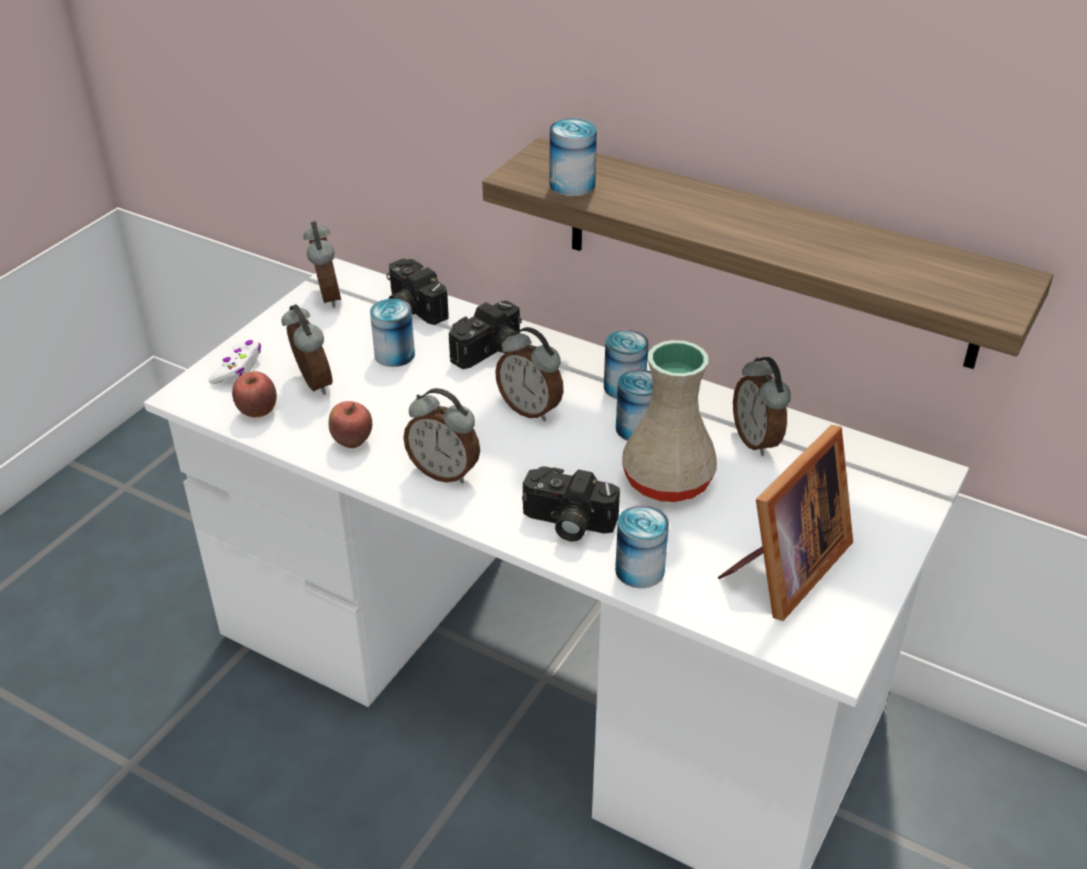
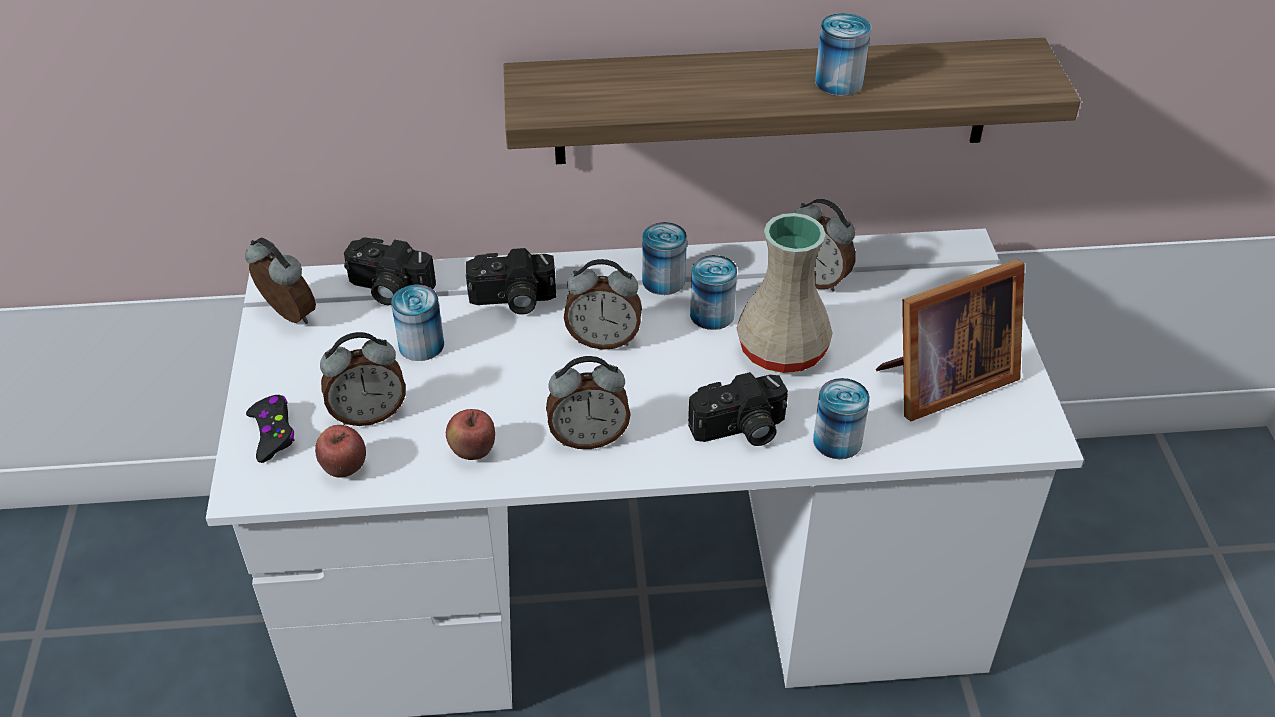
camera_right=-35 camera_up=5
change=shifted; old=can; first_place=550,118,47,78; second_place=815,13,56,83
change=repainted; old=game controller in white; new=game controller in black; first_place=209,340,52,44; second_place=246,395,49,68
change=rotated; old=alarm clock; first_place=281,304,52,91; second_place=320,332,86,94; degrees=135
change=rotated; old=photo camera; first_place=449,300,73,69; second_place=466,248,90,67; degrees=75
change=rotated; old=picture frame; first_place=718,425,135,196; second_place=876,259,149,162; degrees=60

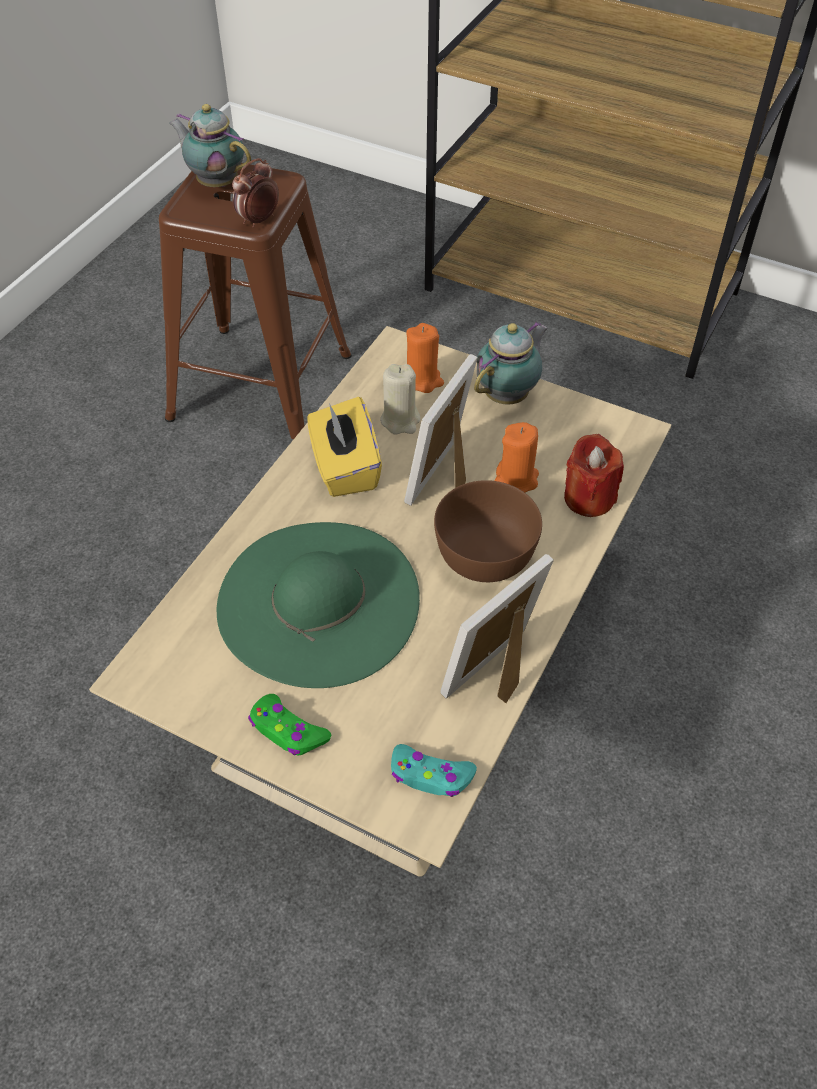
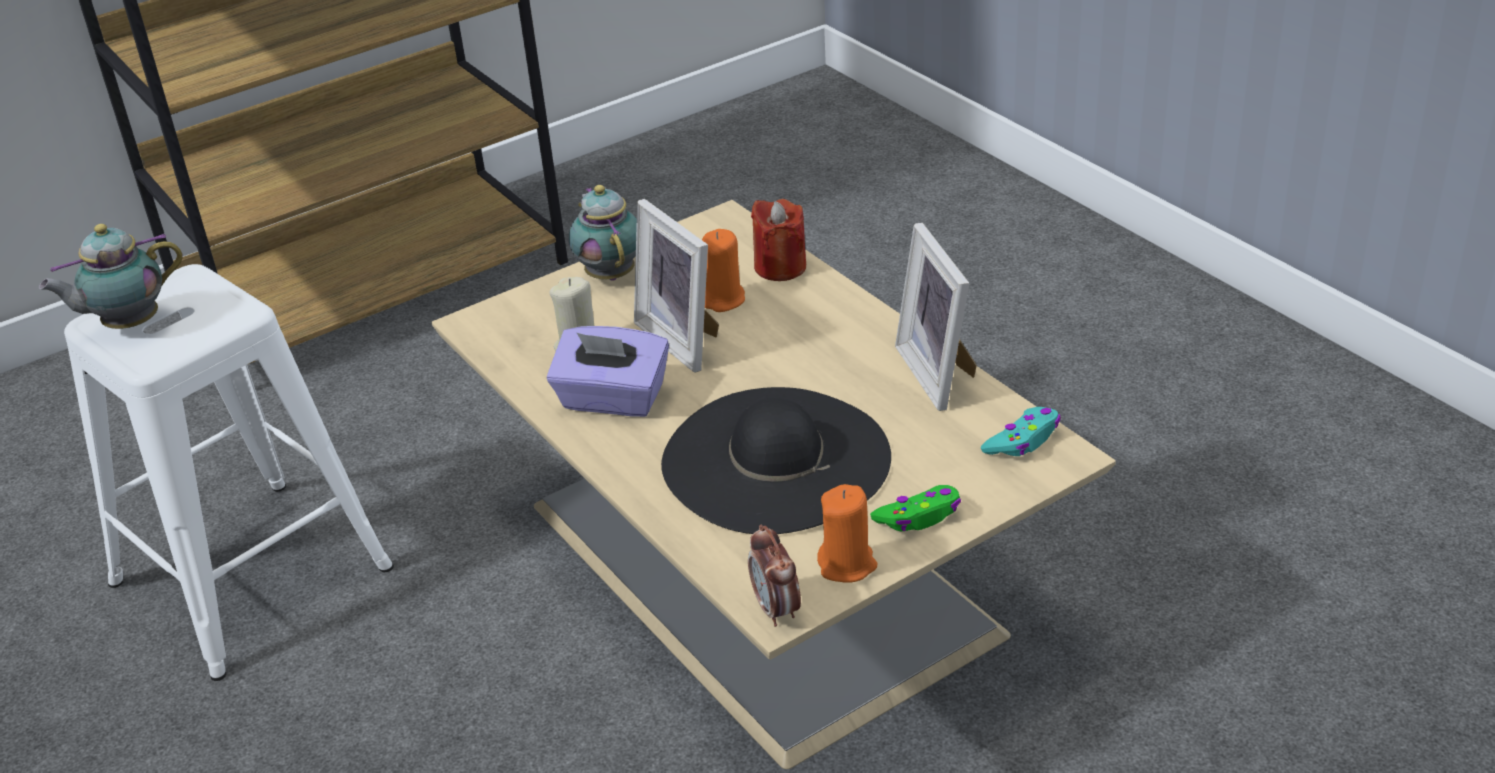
camera_right=-60 camera_up=-15
change=gone; old=bowl in brown; first_place=434,480,108,102
change=shifted; old=alarm clock; first_place=232,158,47,70; second_place=748,524,53,103
change=shifted; old=candle in orange; first_place=406,323,38,70; second_place=817,484,60,99
change=repainted; old=stool in brown; new=stool in white; first_place=159,163,193,276; second_place=64,264,330,417
change=repainted; old=hat in green; new=hat in black; first_place=217,522,203,166; second_place=661,387,230,147
change=repainted; old=tissue box in yellow; new=tissue box in purple; first_place=307,397,75,100; second_place=547,326,122,91

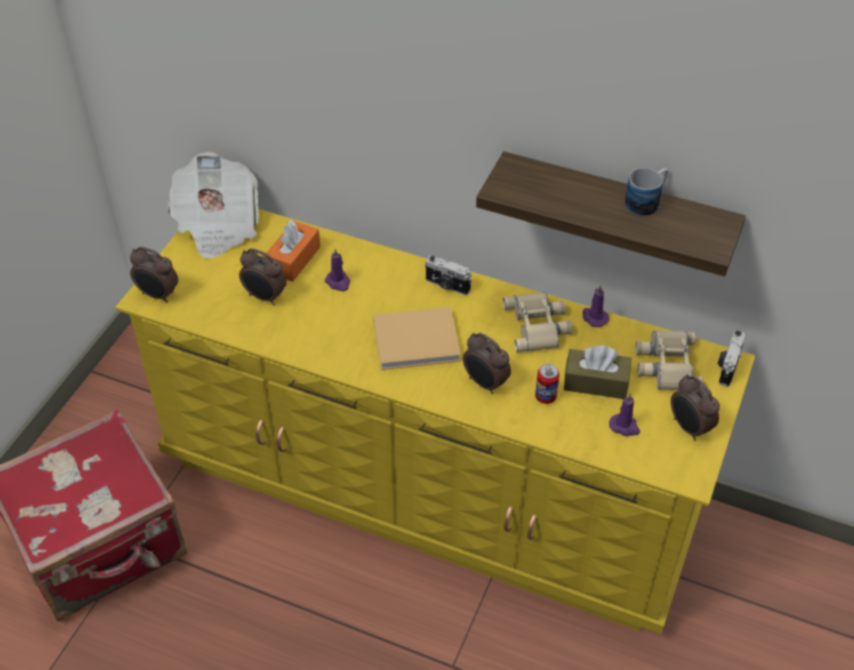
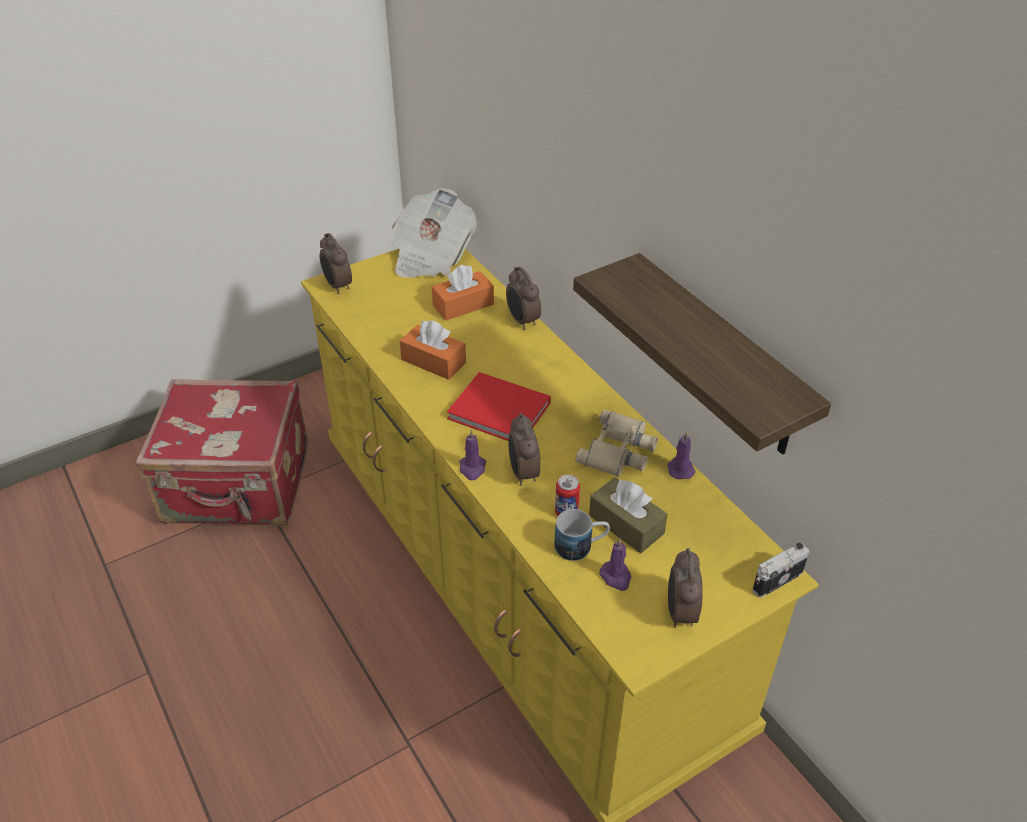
camera_right=35 camera_up=-5
change=gone; old=photo camera; first_place=425,255,47,40
change=gone; old=binoculars in beige; first_place=635,330,68,60
change=new; new=tissue box in orange; second_place=400,320,66,60
change=shifted; old=alarm clock; first_place=239,248,48,57; second_place=506,267,35,63
change=shifted; old=candle in purple; first_place=325,248,25,44; second_place=460,430,26,50
change=shifted; old=mug; first_place=625,168,43,48; second_place=555,509,55,52
change=repainted; old=book in beige; new=book in red; first_place=373,307,88,63; second_place=447,372,104,69

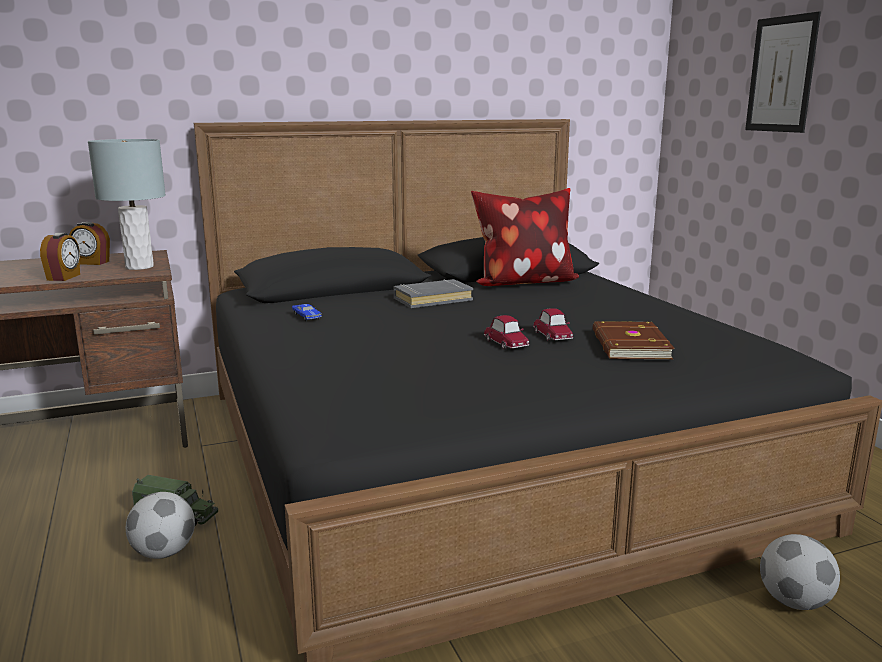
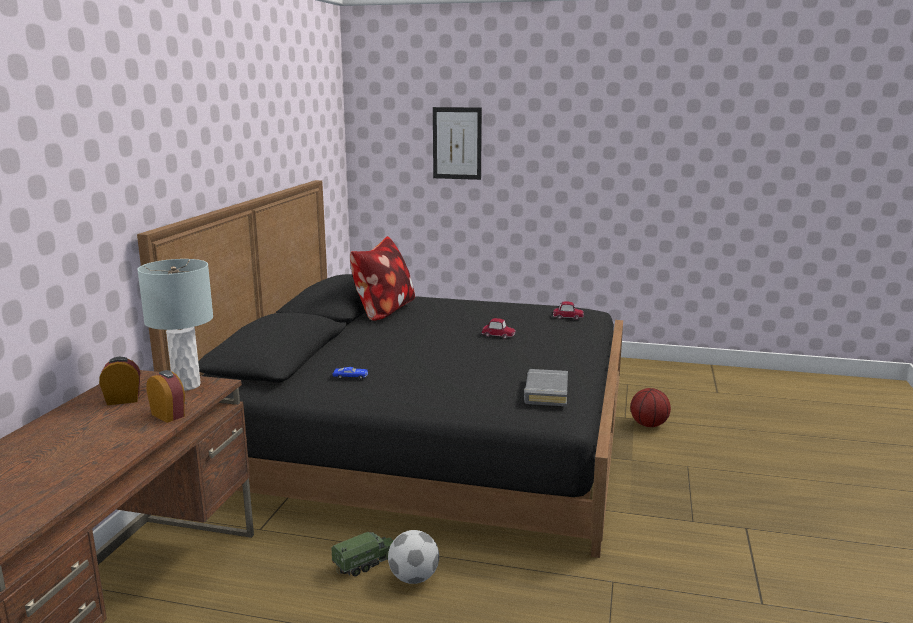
camera_right=-55 camera_up=0
change=gone; old=book in brown; first_place=593,321,81,38
change=shifted; old=book in grey; first_place=394,279,79,29; second_place=524,369,44,37
change=shifted; old=toy car; first_place=484,315,45,35; second_place=553,301,31,19
change=swapped; old=football; new=basketball; first_place=760,534,80,76; second_place=630,388,41,39
change=rotated; old=alarm clock; first_place=69,222,41,43; second_place=99,357,42,48; degrees=-150

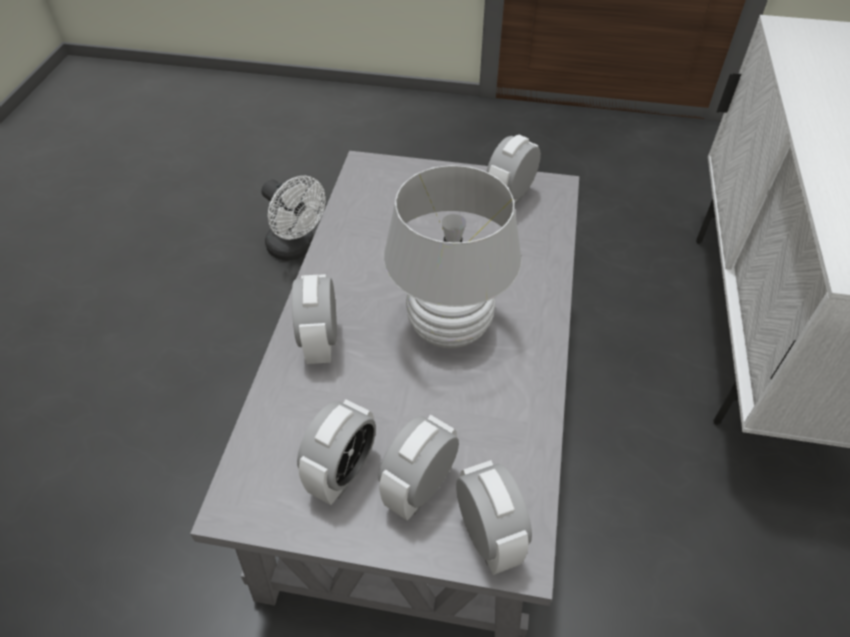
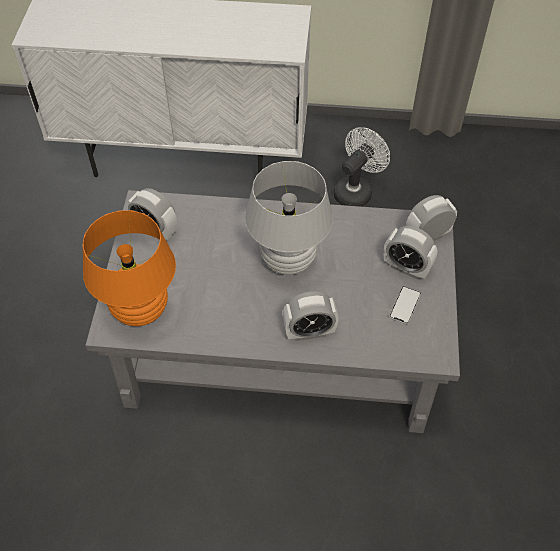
camera_right=-95 camera_up=5
change=new; new=table lamp in orange; second_place=82,210,94,116
change=shifted; old=fan in white; first_place=262,176,64,85; second_place=334,127,56,80
change=swapped; old=alarm clock; new=phone; first_place=297,399,79,106; second_place=389,286,32,38

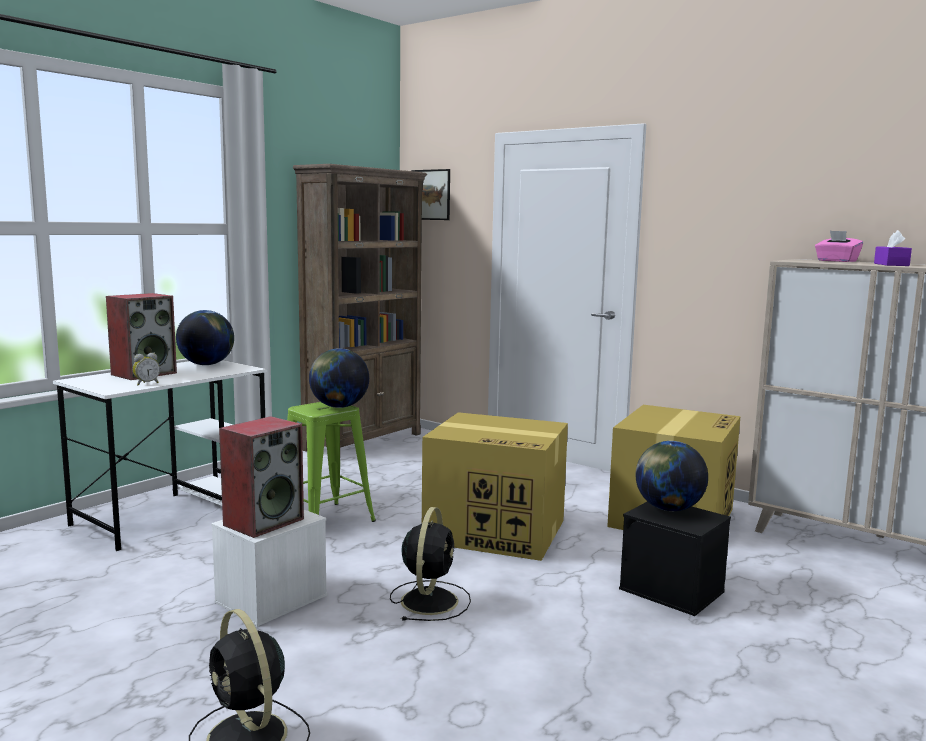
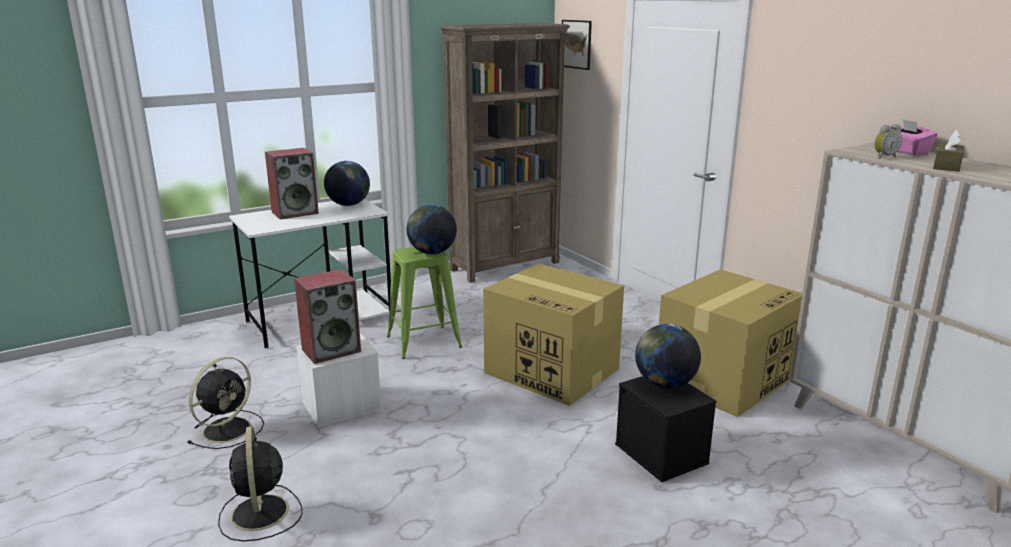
camera_right=20 camera_up=10
change=shifted; old=alarm clock; first_place=133,353,27,33; second_place=874,124,28,35
change=shifted; old=fan in black; first_place=390,507,81,114; second_place=188,357,76,92
change=repainted; old=tissue box in purple; new=tissue box in brown; first_place=874,230,38,36; second_place=933,130,31,42

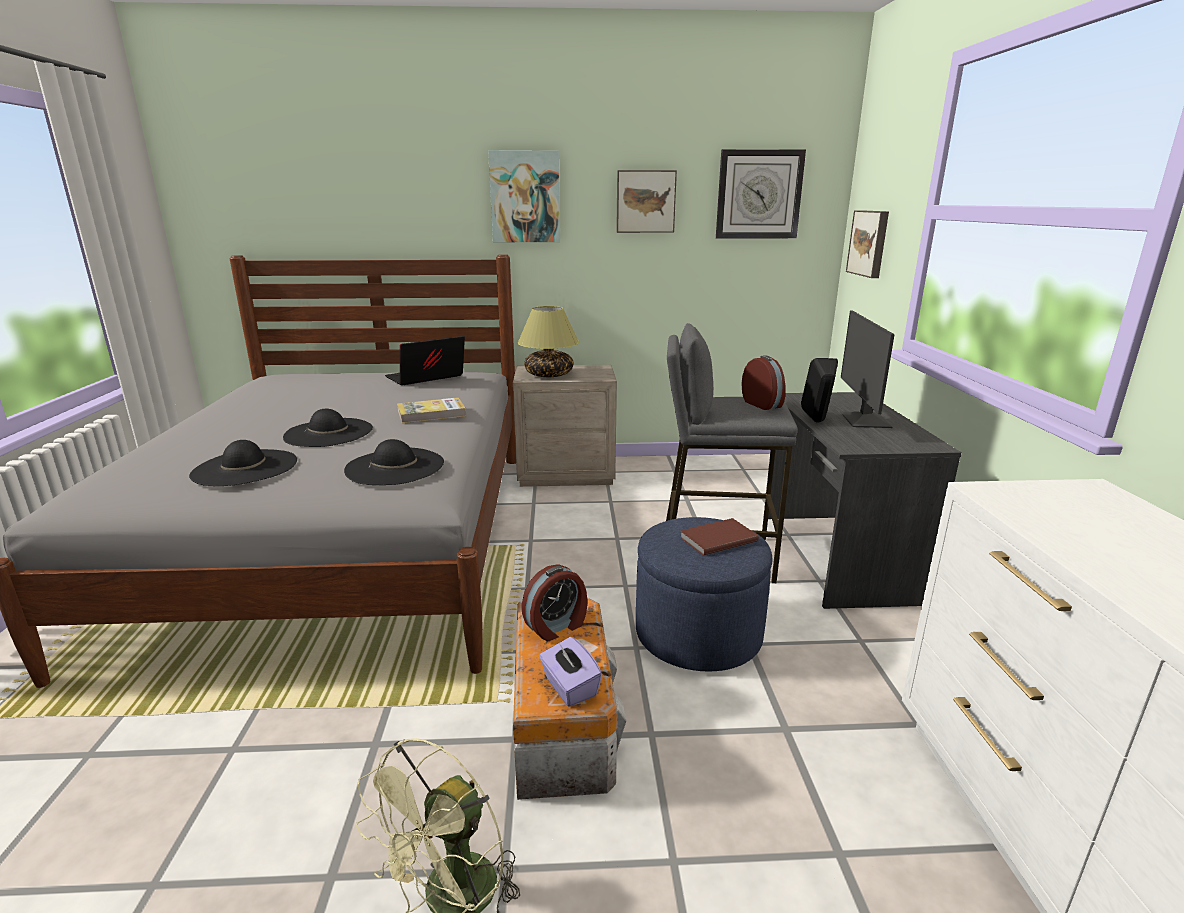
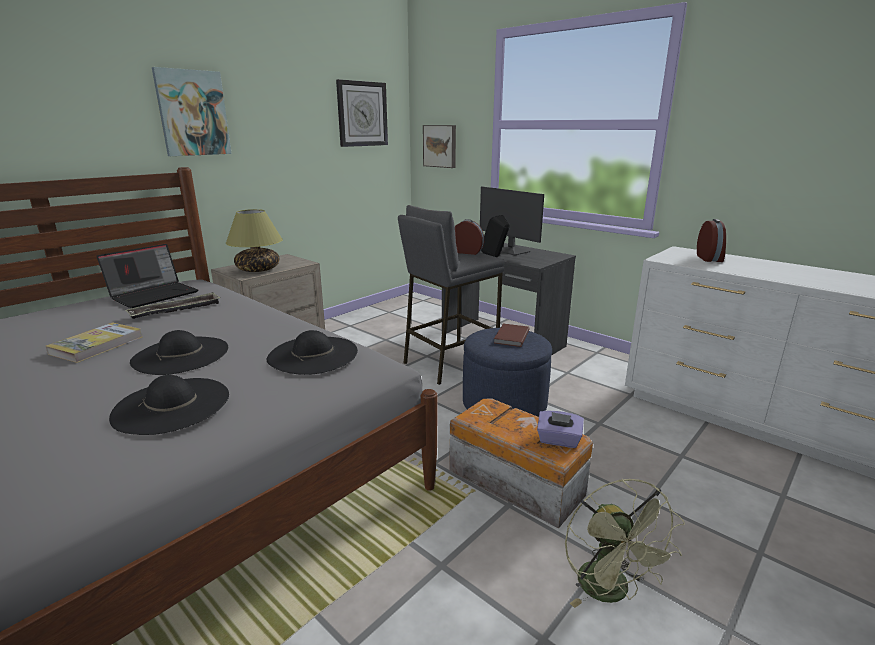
camera_right=-45 camera_up=0
change=gone; old=picture; first_place=616,170,61,63
change=new; new=tray; second_place=125,292,96,27
change=shifted; old=book; first_place=397,397,69,26; second_place=46,323,96,40
change=shifted; old=alarm clock; first_place=522,564,66,77; second_place=697,219,29,43
change=rotated; old=laptop; first_place=385,336,80,49; second_place=96,244,102,64; degrees=-150

